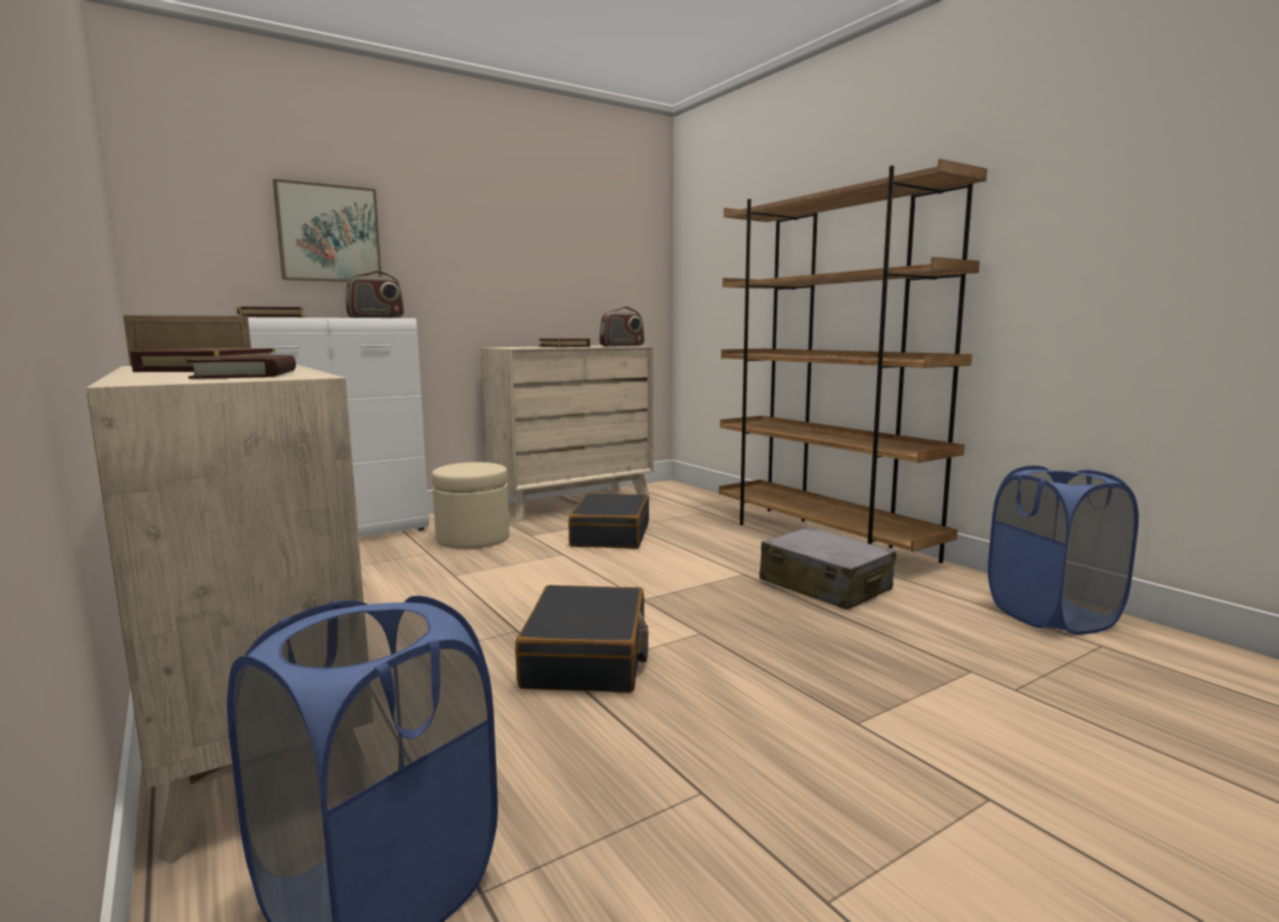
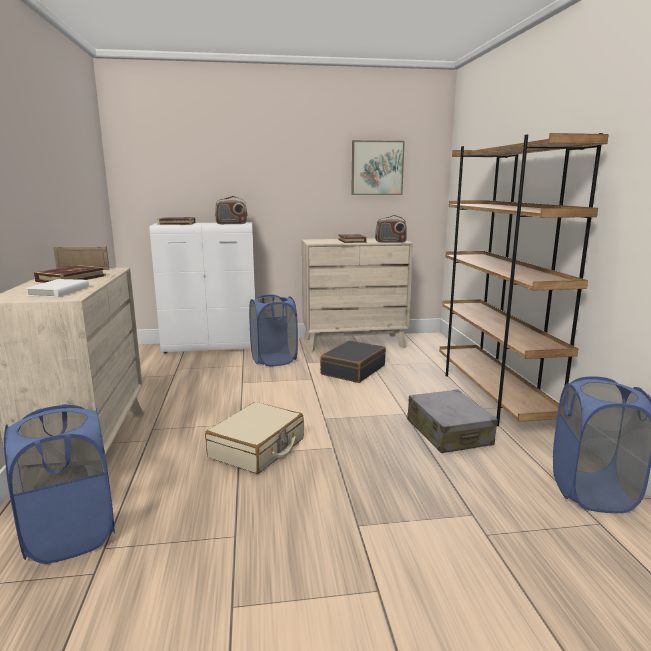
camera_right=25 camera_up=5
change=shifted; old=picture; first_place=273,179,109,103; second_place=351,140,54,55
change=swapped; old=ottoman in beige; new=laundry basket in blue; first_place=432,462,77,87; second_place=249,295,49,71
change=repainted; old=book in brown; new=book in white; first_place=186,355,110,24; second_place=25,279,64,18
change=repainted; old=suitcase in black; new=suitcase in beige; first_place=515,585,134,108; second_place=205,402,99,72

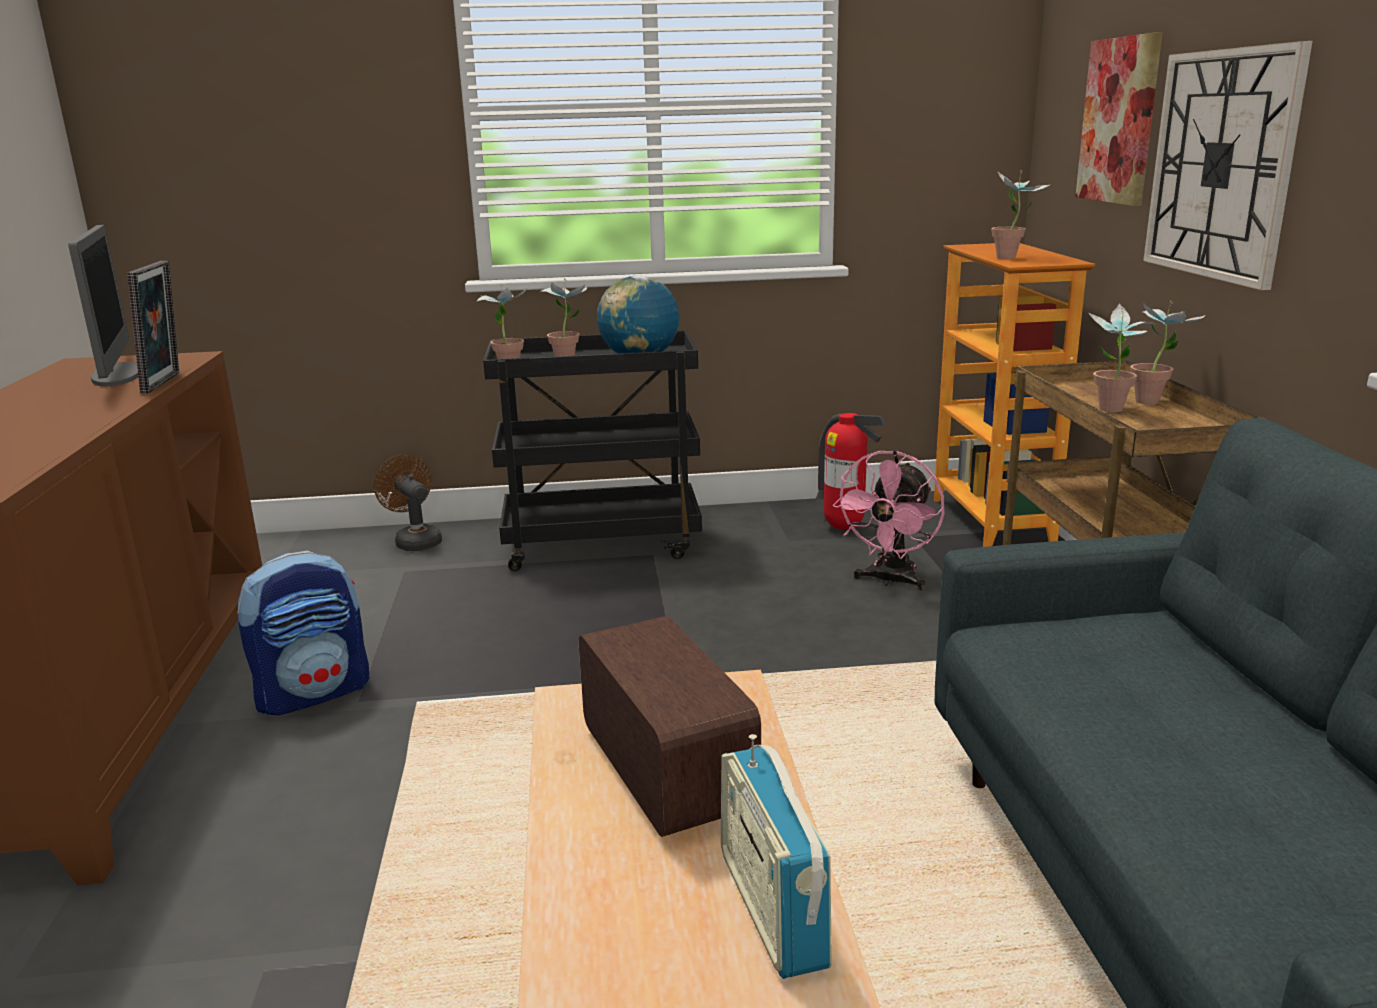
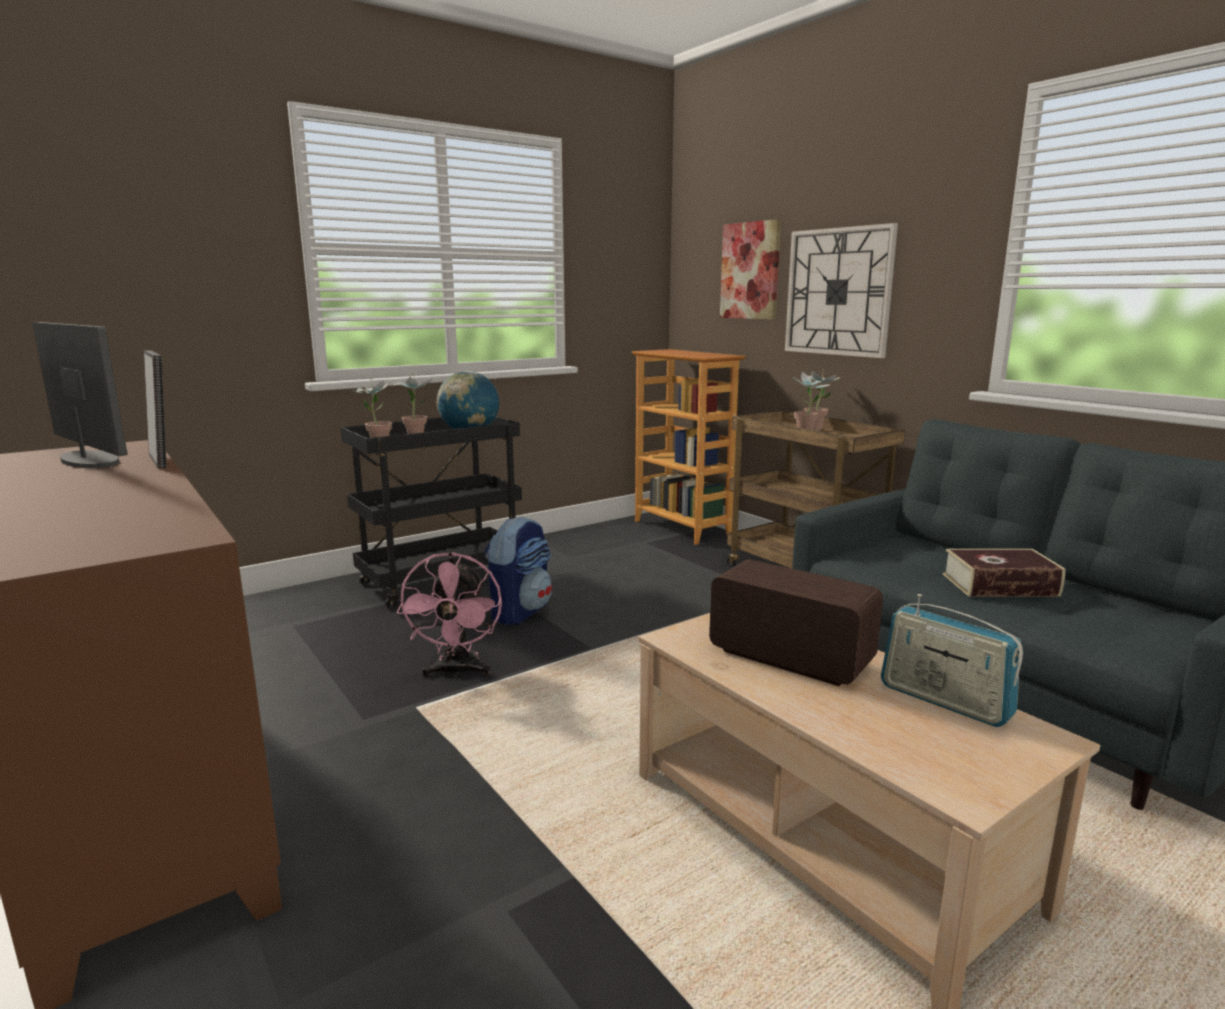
camera_right=-30 camera_up=-5
change=gone; old=fan in brown; first_place=374,454,68,97
change=gone; old=fire extinguisher; first_place=816,413,70,117
change=gone; old=potted plant; first_place=991,171,60,88
change=new; new=book; second_place=943,549,123,48
change=shifted; old=backpack; first_place=237,551,132,164; second_place=484,516,68,109
change=shifted; old=fan in pink; first_place=833,450,112,141; second_place=396,552,106,126

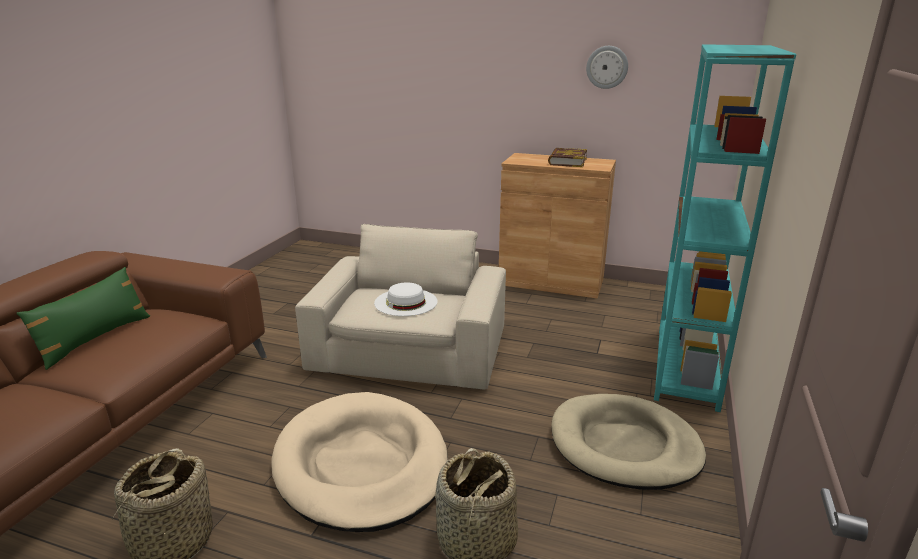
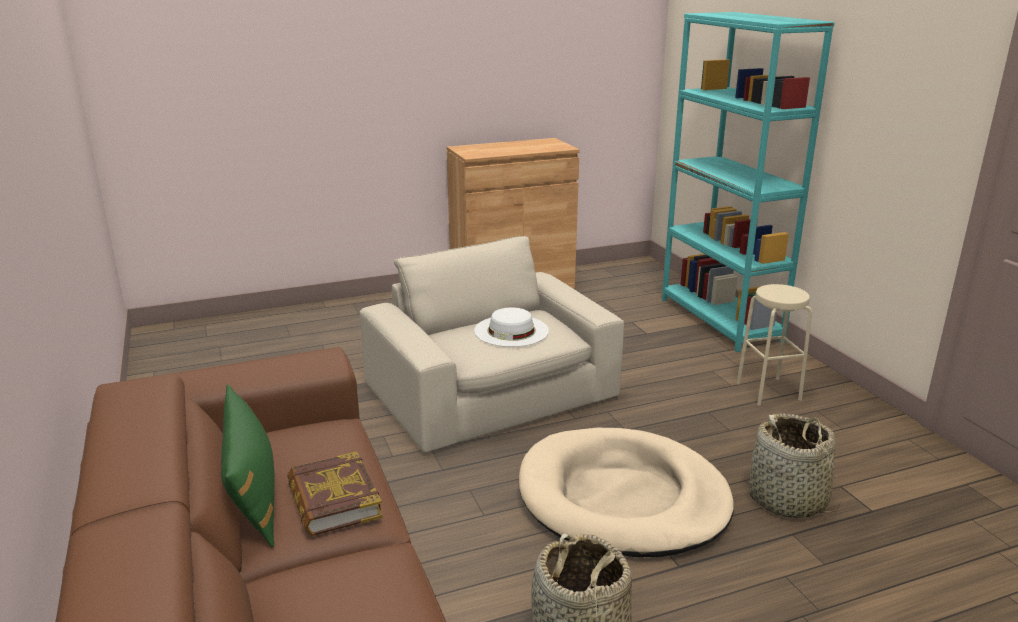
camera_right=-40 camera_up=0
change=gone; old=wall clock; first_place=586,46,42,43
change=shifted; old=book; first_place=548,148,39,19; second_place=287,452,96,84
change=swapped; old=dog bed in beige; new=stool in beige; first_place=551,394,155,96; second_place=736,284,76,122

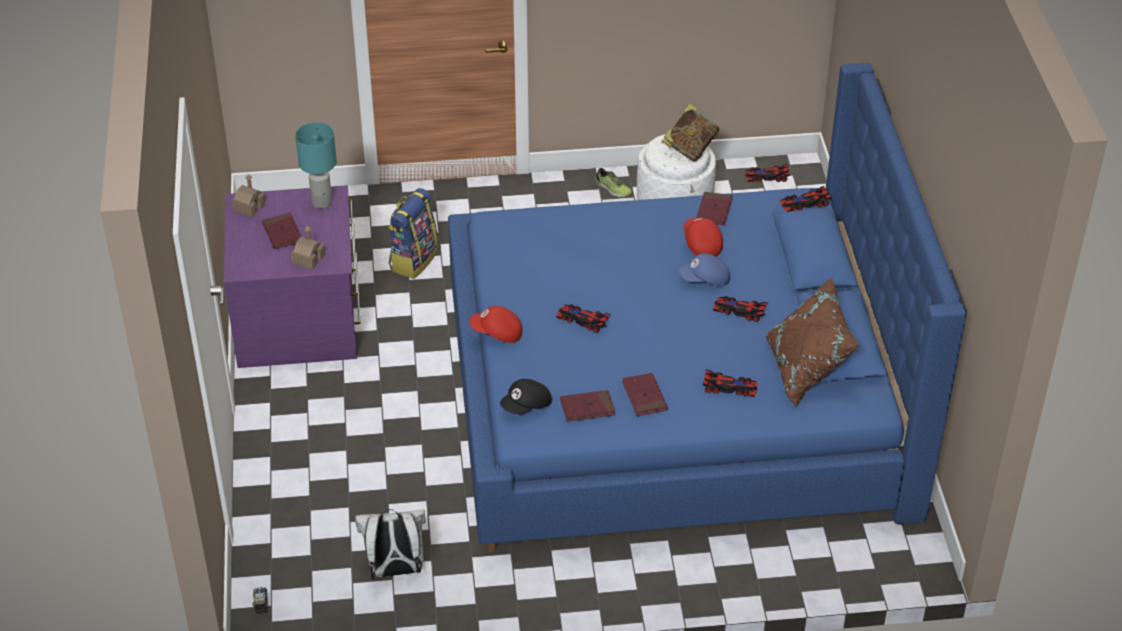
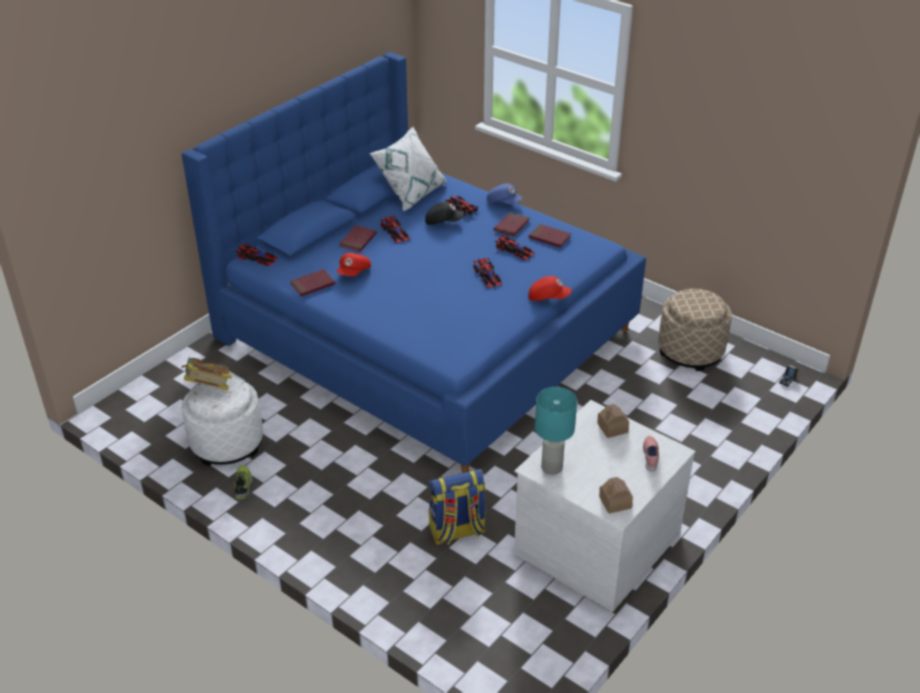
camera_right=-135 camera_up=-5
change=new; new=shoe in pink; second_place=643,436,16,36
change=shifted; old=book in red; first_place=262,213,39,36; second_place=339,225,38,27
change=shifted; old=cap in black; first_place=500,379,52,36; second_place=425,202,39,23
change=shifted; old=cap in blue; first_place=679,253,51,33; second_place=487,183,35,21
change=shifted; old=toy car; first_place=745,164,45,18; second_place=495,235,40,25
change=swapped; old=backpack in white; new=ottoman in beige; first_place=355,509,70,71; second_place=658,289,74,82
change=repainted; old=dresser in purple; new=dresser in white; first_place=224,185,137,183; second_place=514,400,181,212
change=repainted; old=pillow in brown; new=pillow in white; first_place=766,277,94,129; second_place=369,126,78,85
change=rotated; old=cap in red; first_place=469,306,53,37; second_place=528,276,43,25; degrees=-45

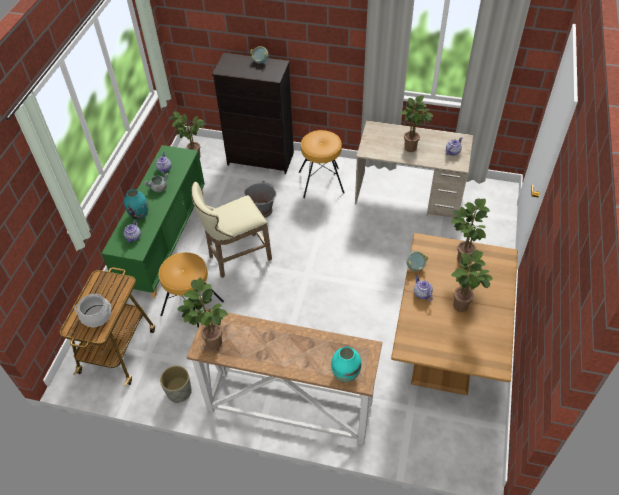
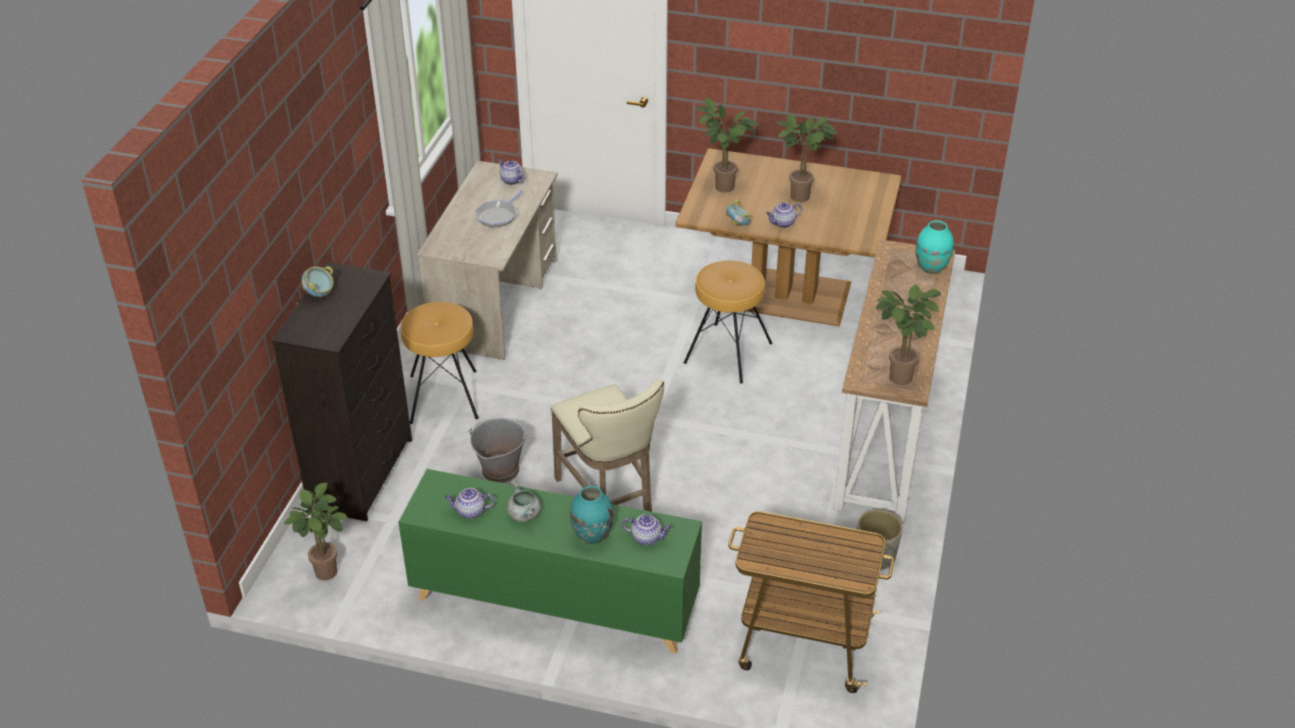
camera_right=-90 camera_up=-10
change=gone; old=cooking pot; first_place=74,294,37,33
change=shifted; old=stool in brown; first_place=159,252,65,75; second_place=684,260,88,123
change=swapped; old=potted plant; new=frying pan; first_place=400,95,33,57; second_place=475,190,48,38

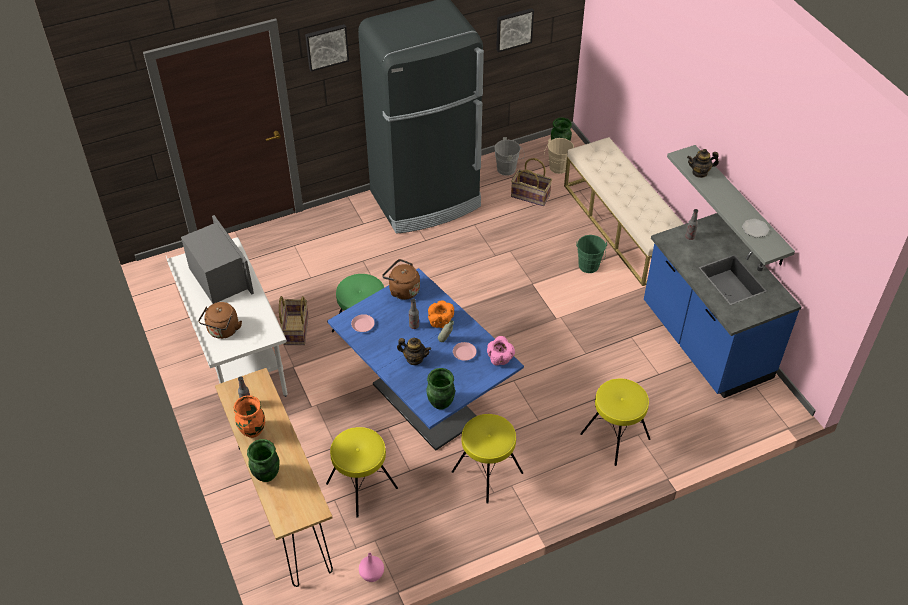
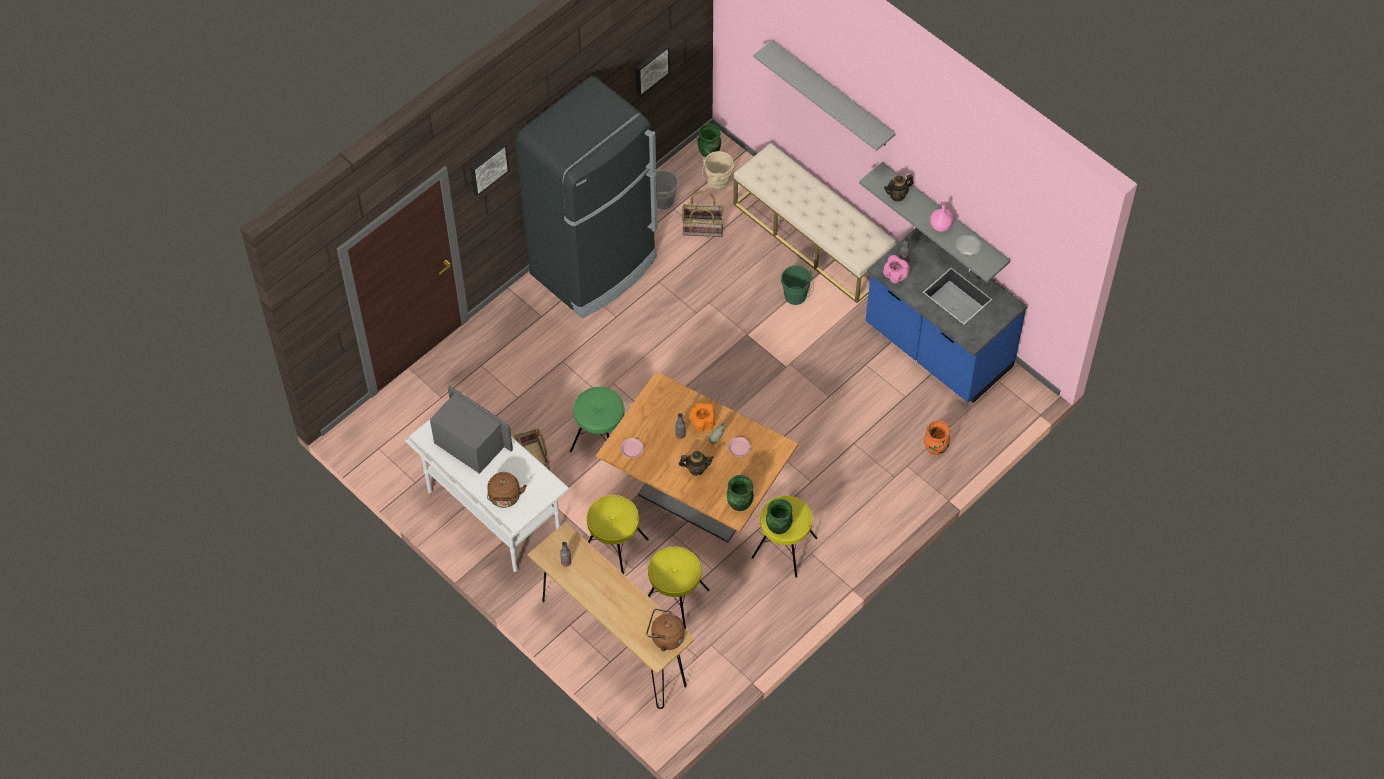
camera_right=-20 camera_up=10
change=new; new=shelf in grey; second_place=754,40,142,111
change=shifted; old=vase in orange; first_place=233,395,32,43; second_place=924,420,26,35
change=shifted; old=vase in green; first_place=247,439,32,43; second_place=766,499,27,35
change=shifted; old=vase in pink; first_place=359,553,25,29; second_place=930,203,23,29
change=shifted; old=kettle in brown; first_place=382,259,38,41; second_place=646,609,39,43
change=shifted; old=bowl in pink; first_place=487,336,28,29; second_place=883,255,27,28
change=shifted; old=stool in yellow; first_place=580,378,70,88; second_place=587,495,62,79
change=repainted; old=dining table in blue; new=dining table in brown; first_place=327,268,197,183; second_place=596,371,202,172

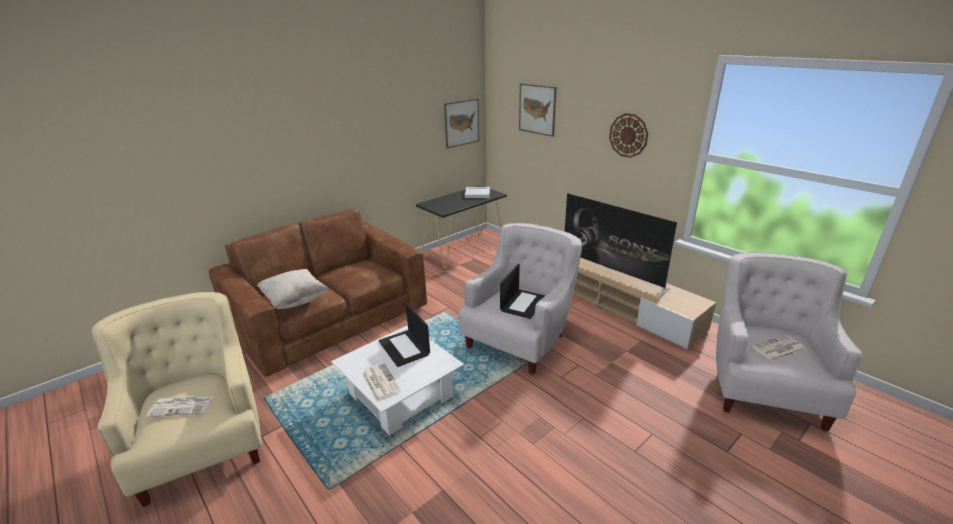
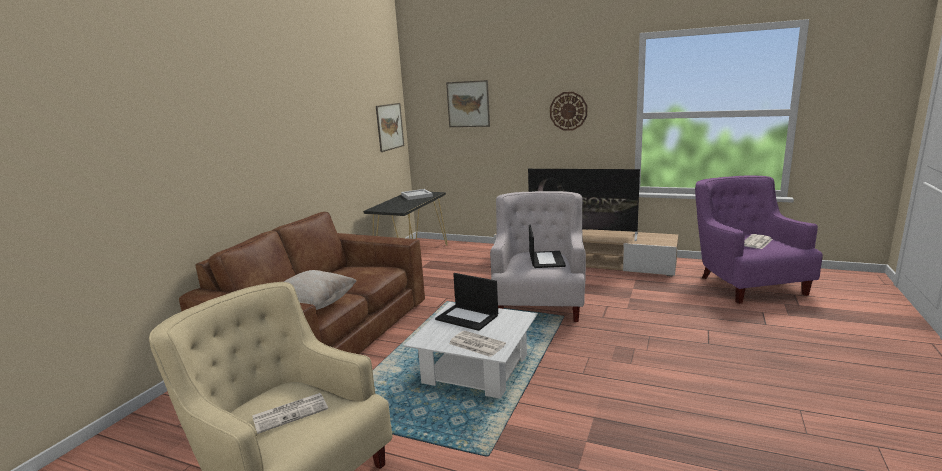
camera_right=-25 camera_up=-10
change=repainted; old=armchair in white; new=armchair in purple; first_place=716,252,147,179; second_place=695,175,128,129

